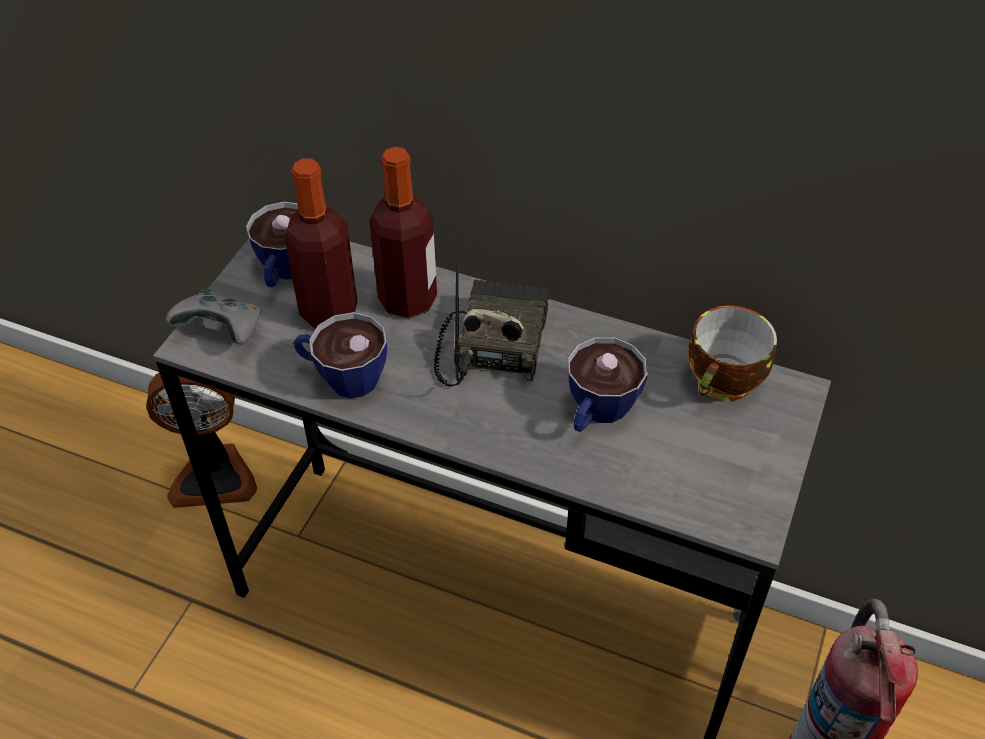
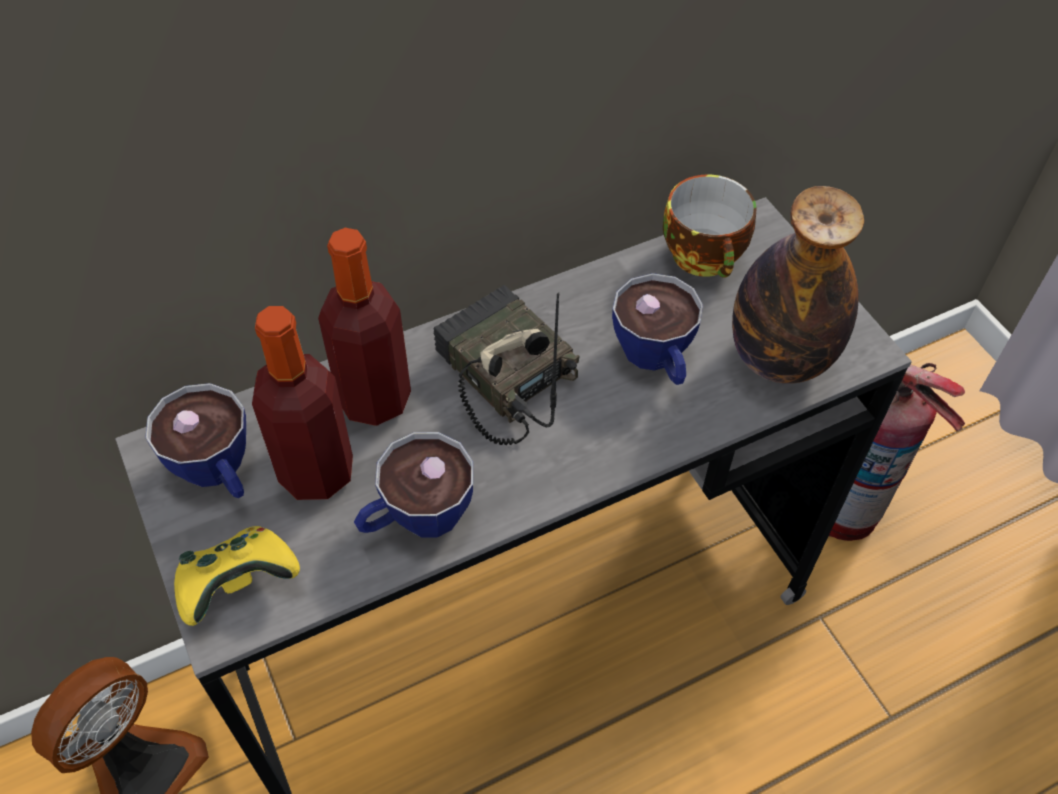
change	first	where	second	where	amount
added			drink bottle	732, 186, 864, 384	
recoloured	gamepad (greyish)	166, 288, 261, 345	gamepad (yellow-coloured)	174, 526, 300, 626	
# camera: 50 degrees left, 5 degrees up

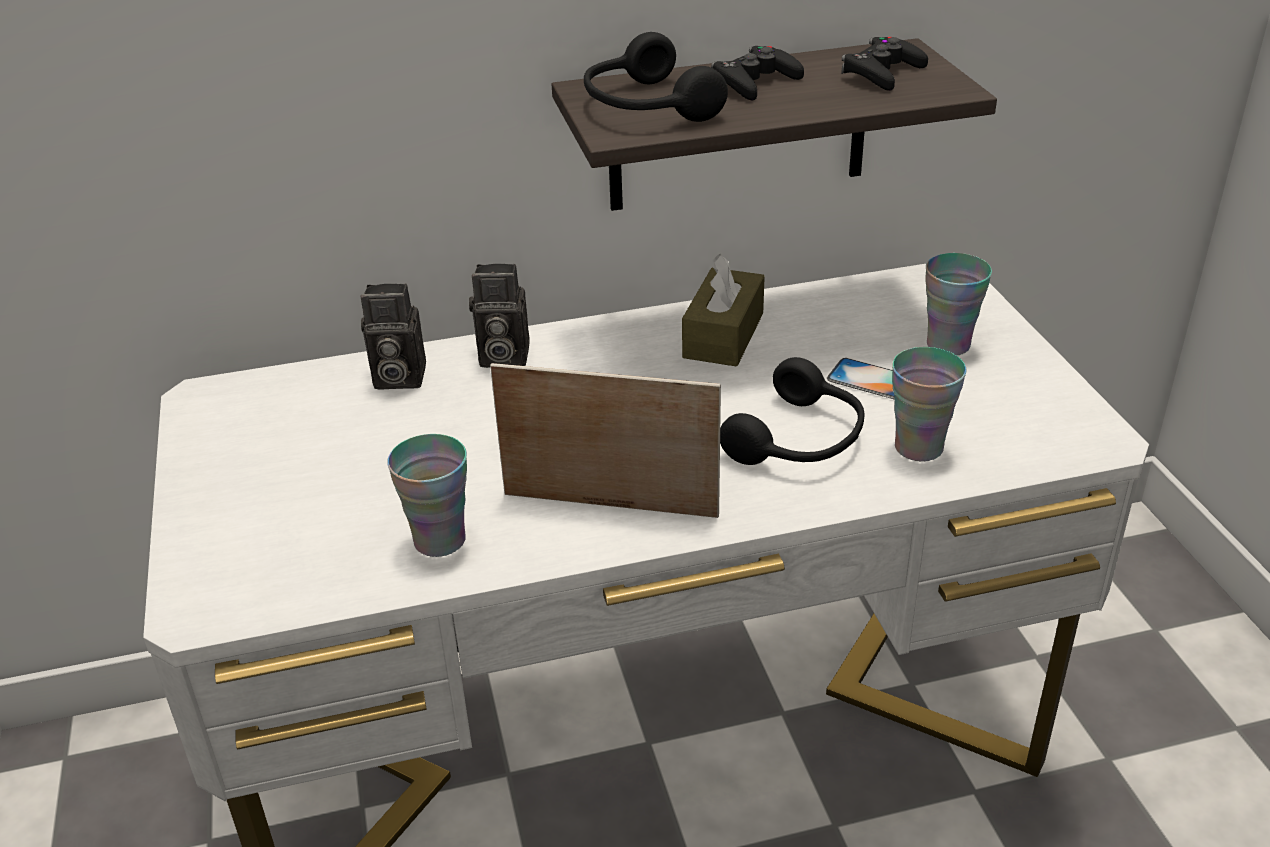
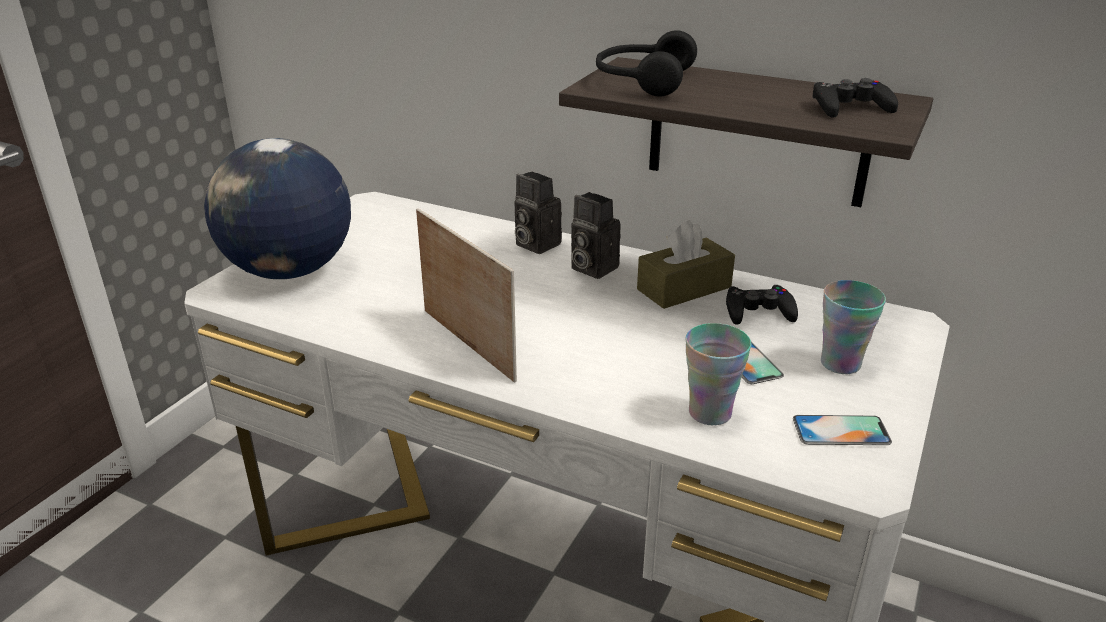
change	first	where	second	where	amount
removed	cup	387, 434, 467, 557			
removed	headphones (black)	720, 357, 864, 465			
added			desk globe	204, 138, 351, 279	
added			handset	793, 415, 892, 445	
moved	photo camera	361, 283, 426, 390		571, 192, 621, 279	
moved	gamepad (black)	711, 46, 804, 100		726, 285, 798, 325	
# camera: 40 degrees right, 5 degrees down

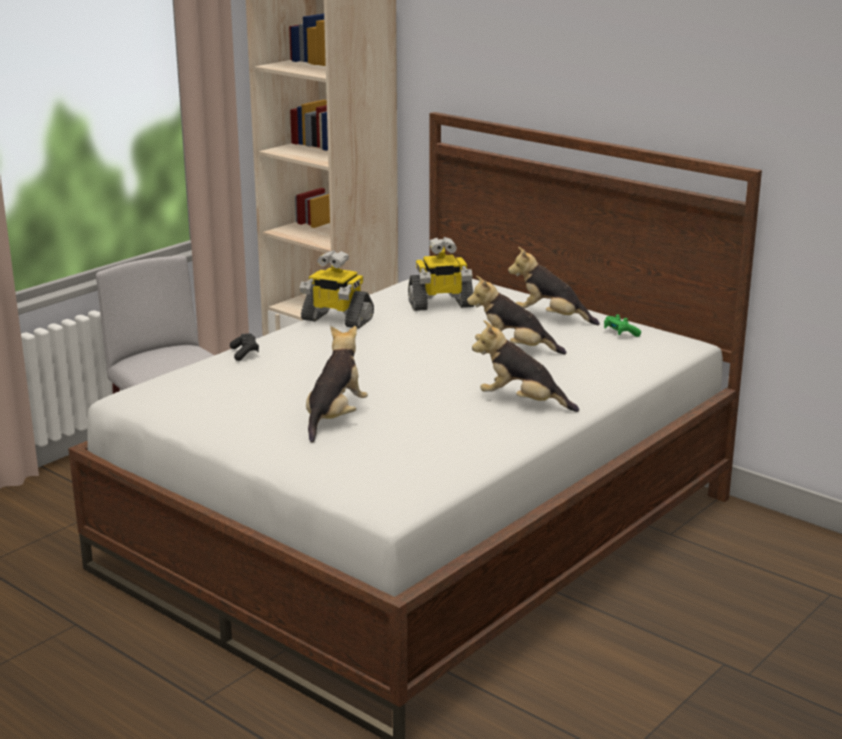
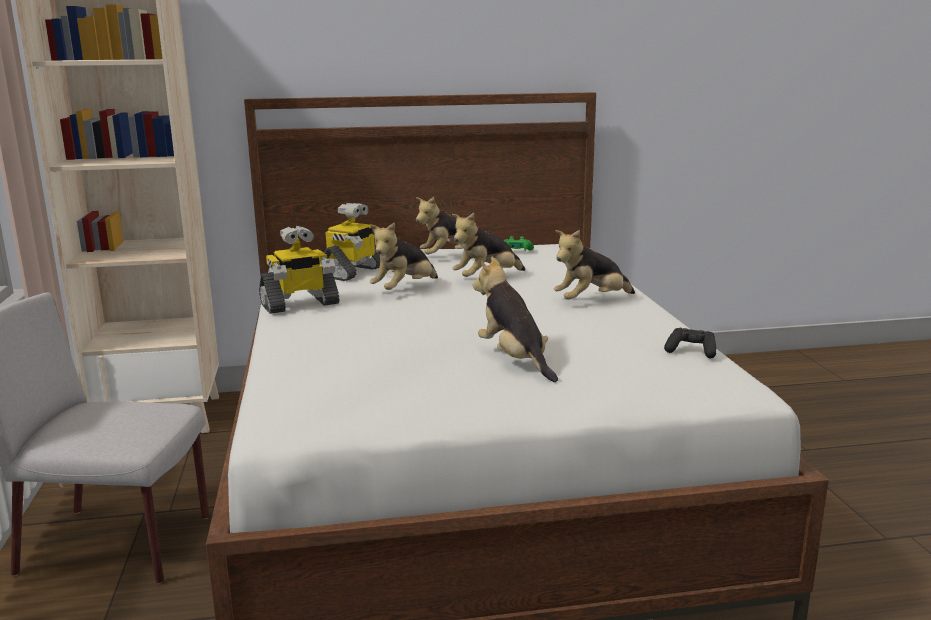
change	first	where	second	where	amount
added			cuddly toy	370, 222, 438, 290	
moved	gamepad (black)	230, 333, 259, 361		664, 328, 716, 358	
# camera: 50 degrees left, 5 degrees down

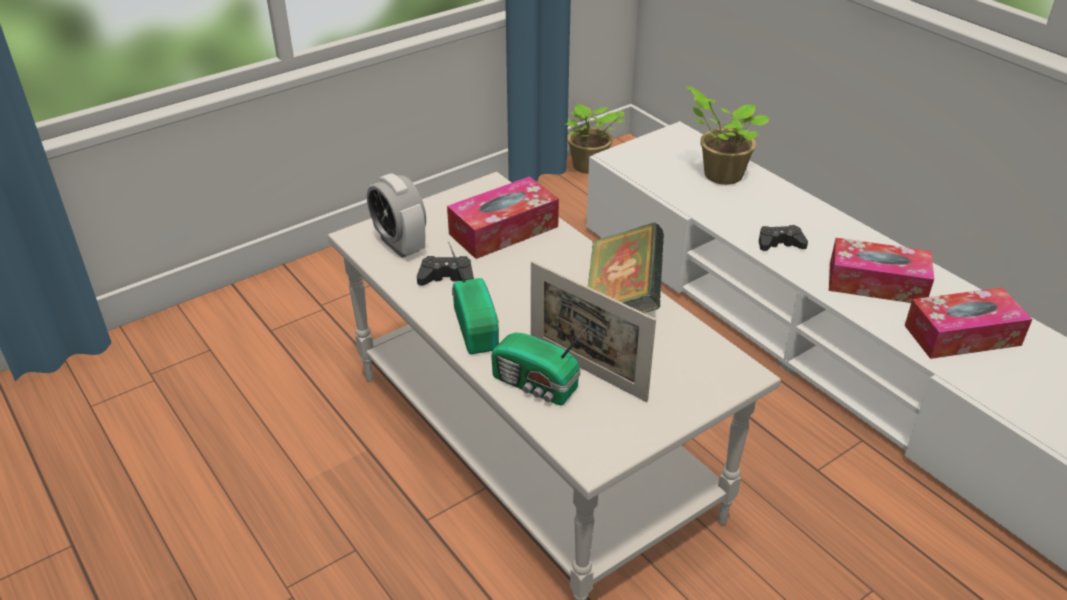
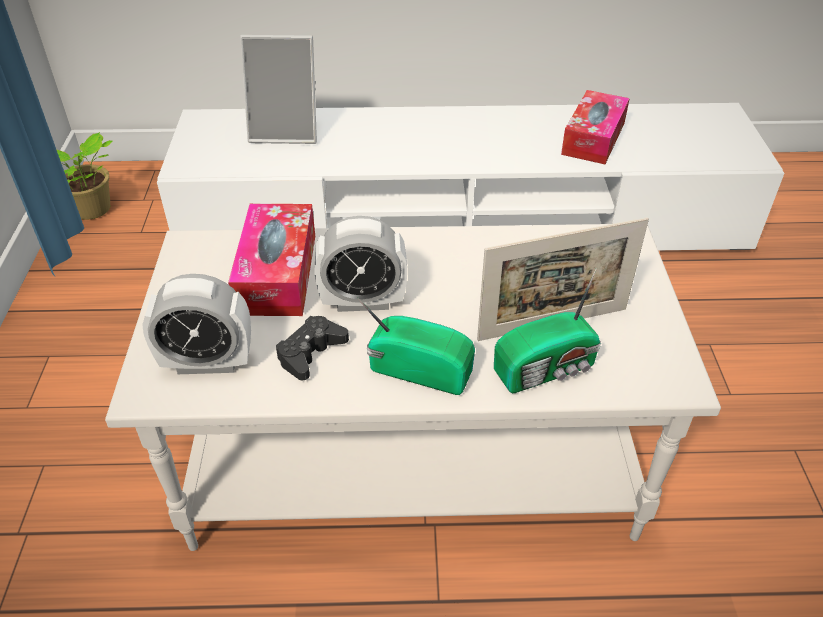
change	first	where	second	where	amount
removed	bound book	587, 223, 664, 313			
removed	gamepad (black)	759, 225, 808, 251			
removed	tissue box	829, 238, 934, 303			
added			alarm clock	314, 216, 407, 312	
replaced	potted plant	686, 86, 770, 185	photo frame	240, 35, 317, 144	
# camera: 55 degrees left, 5 degrees up

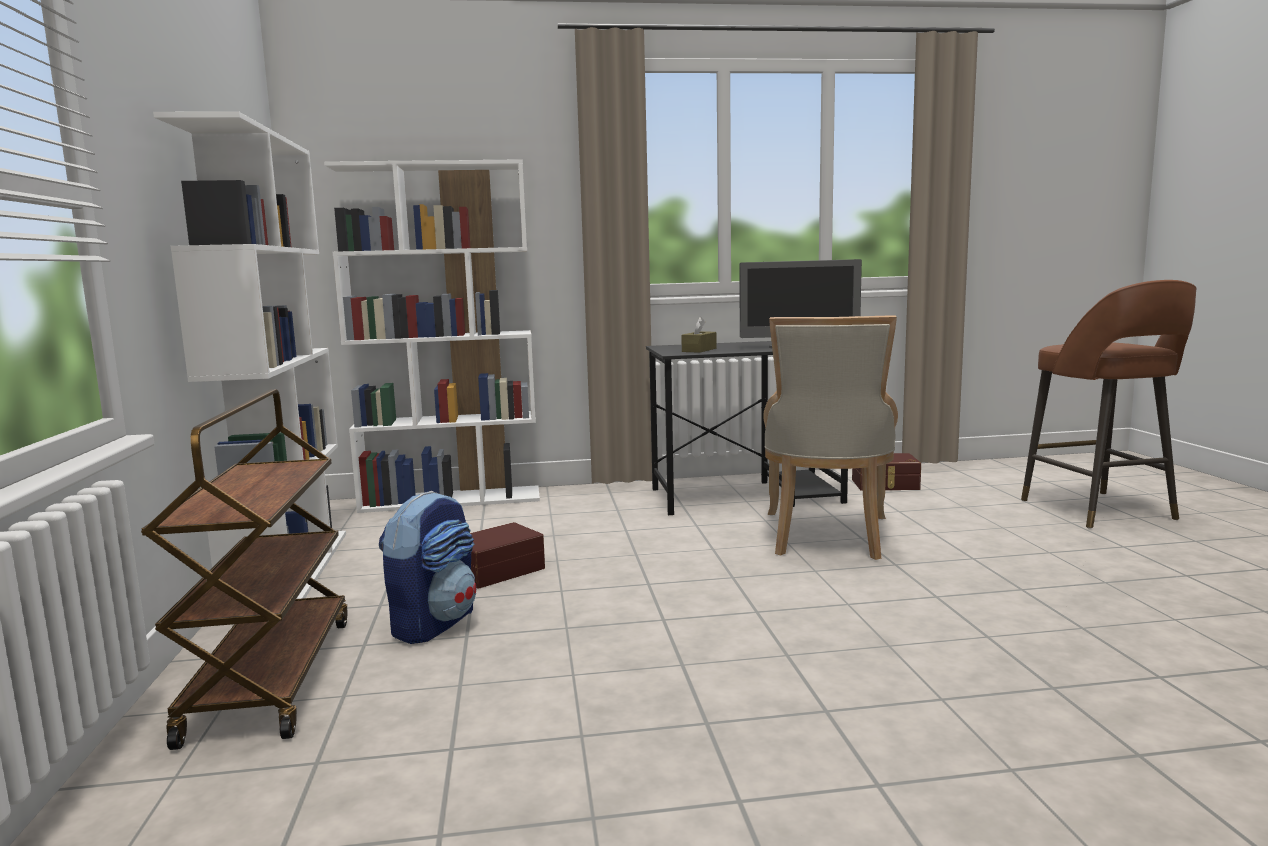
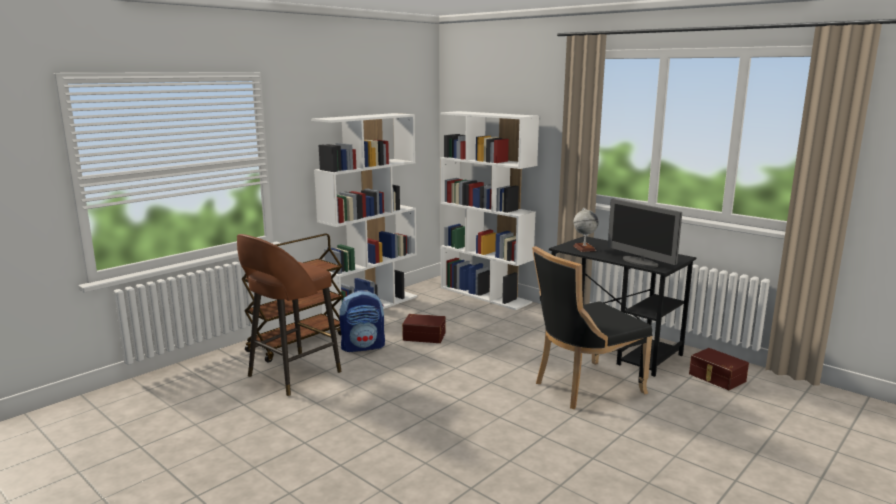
change	first	where	second	where	amount
moved	stool seat (brownish)	1021, 280, 1197, 529		237, 234, 342, 396	
replaced	tissue box (brownish)	681, 317, 717, 353	desk globe	573, 208, 599, 252	
recoloured	chair (sand-coloured)	763, 316, 898, 560	chair (black)	532, 246, 652, 409	
# camera: 50 degrees right, 5 degrees up

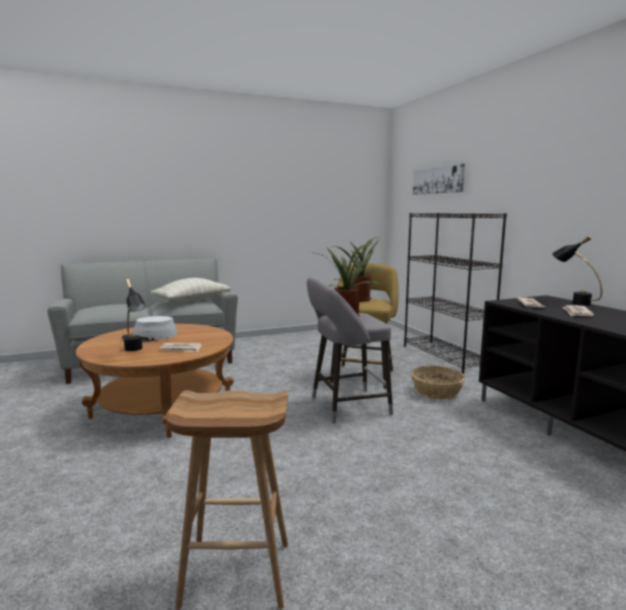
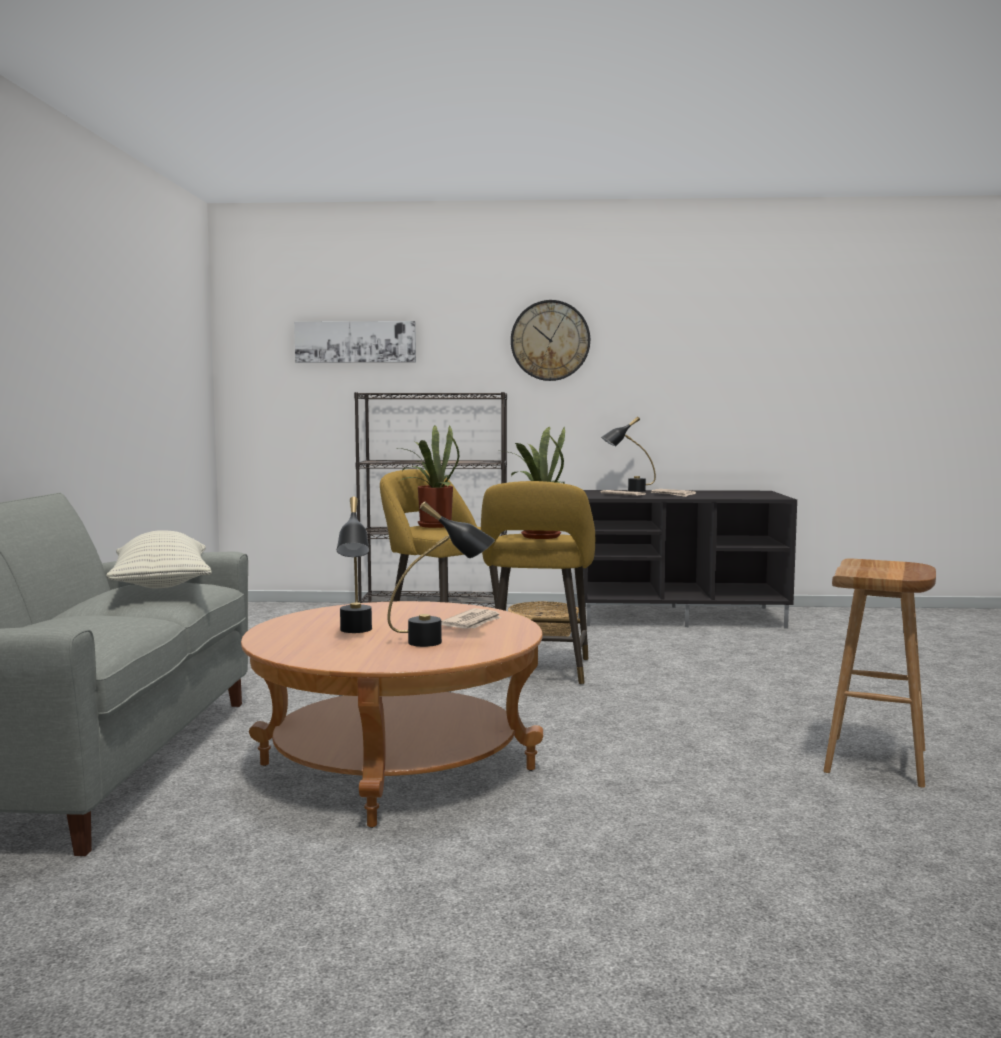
change	first	where	second	where	amount
added			hanging clock	511, 300, 590, 381	
replaced	clothing hat (greyish)	122, 316, 177, 342	lamp for a table (black)	337, 497, 372, 633	
recoloured	stool seat (greyish)	307, 278, 393, 423	stool seat (yellow-coloured)	481, 481, 595, 685	
# camera: 65 degrees left, 5 degrees down

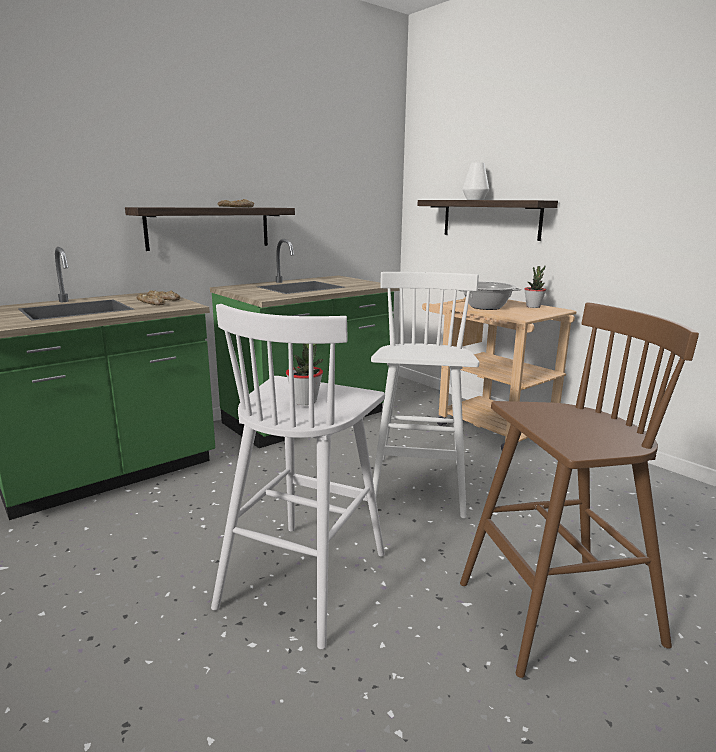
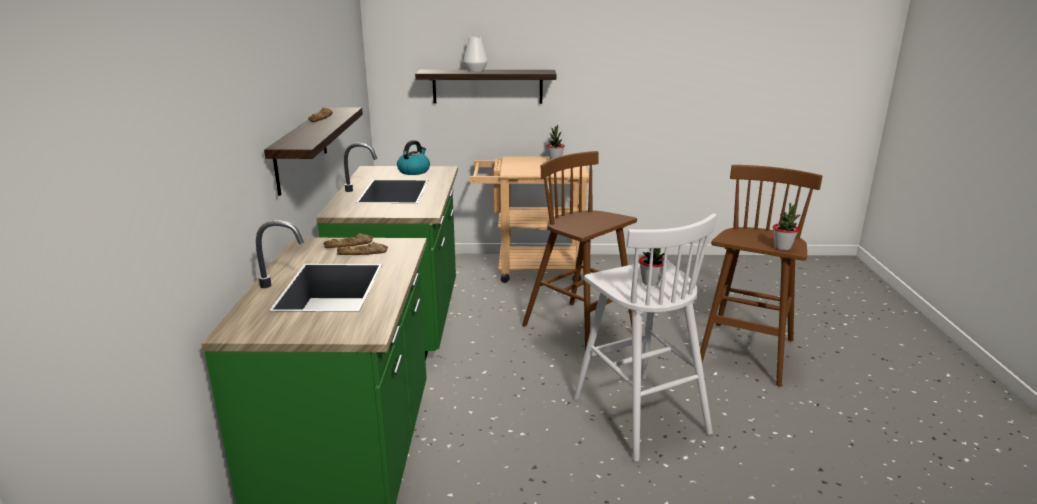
change	first	where	second	where	amount
removed	saucepot	458, 281, 521, 310			
added			tea kettle	397, 140, 430, 175	
added			potted plant	773, 203, 800, 250	
recoloured	stool seat (white)	371, 272, 479, 519	stool seat (brownish)	522, 151, 637, 350	
# camera: 50 degrees left, 5 degrees up

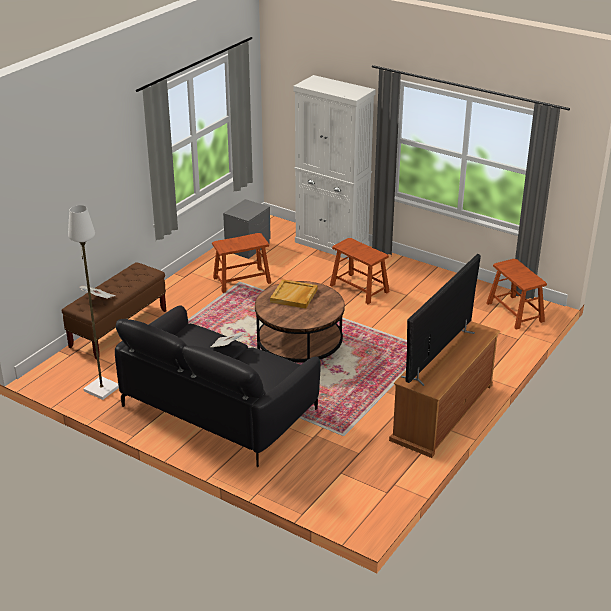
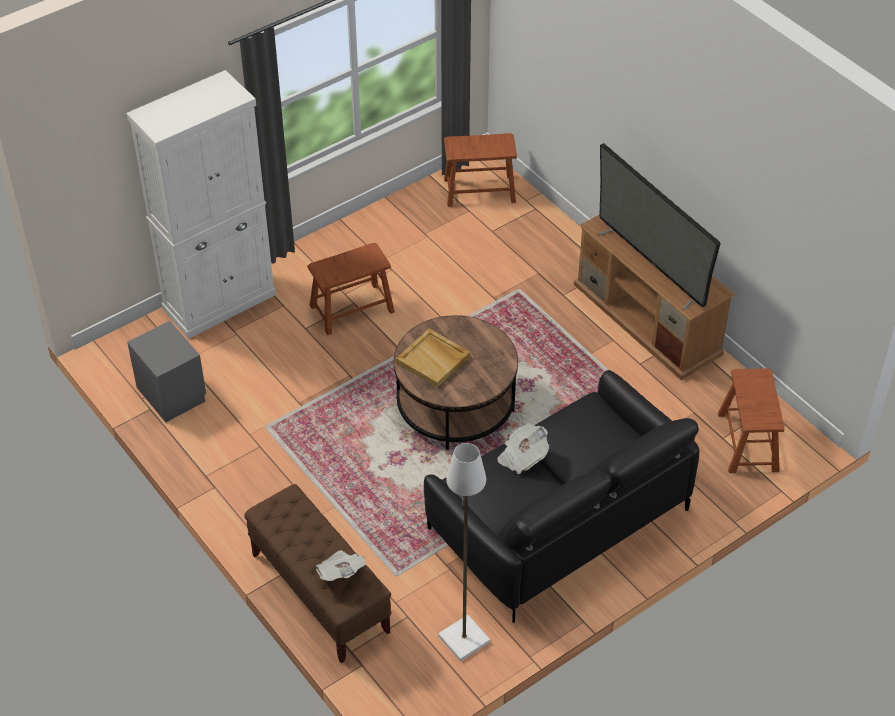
change	first	where	second	where	amount
moved	stool seat (brownish)	212, 233, 271, 293		718, 368, 785, 473	
# camera: 70 degrees left, 15 degrees up

